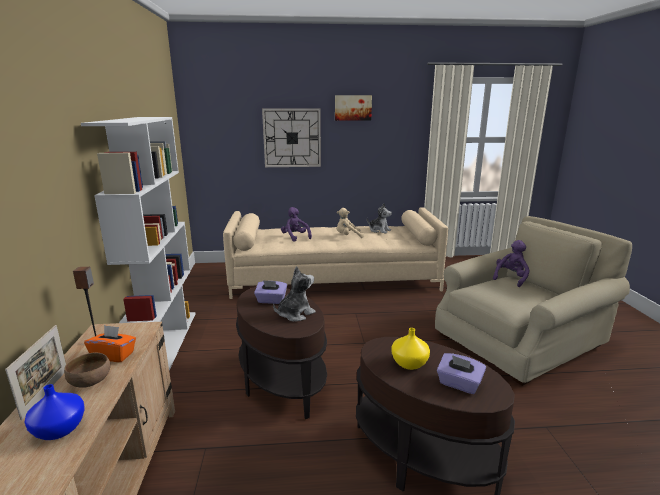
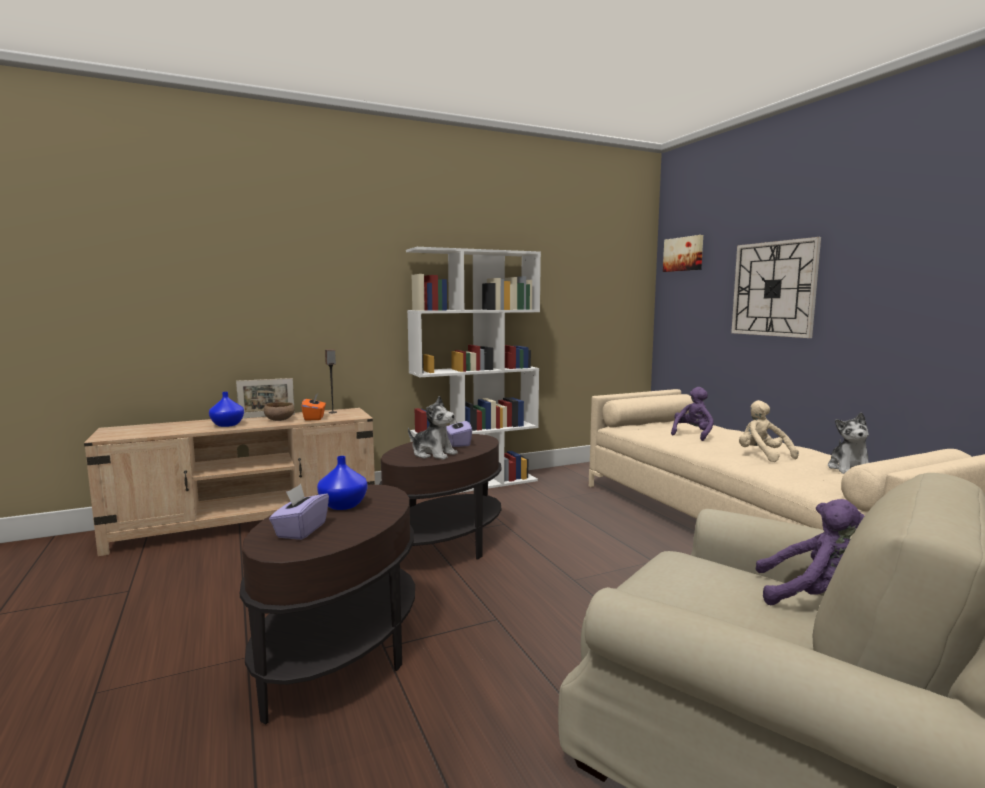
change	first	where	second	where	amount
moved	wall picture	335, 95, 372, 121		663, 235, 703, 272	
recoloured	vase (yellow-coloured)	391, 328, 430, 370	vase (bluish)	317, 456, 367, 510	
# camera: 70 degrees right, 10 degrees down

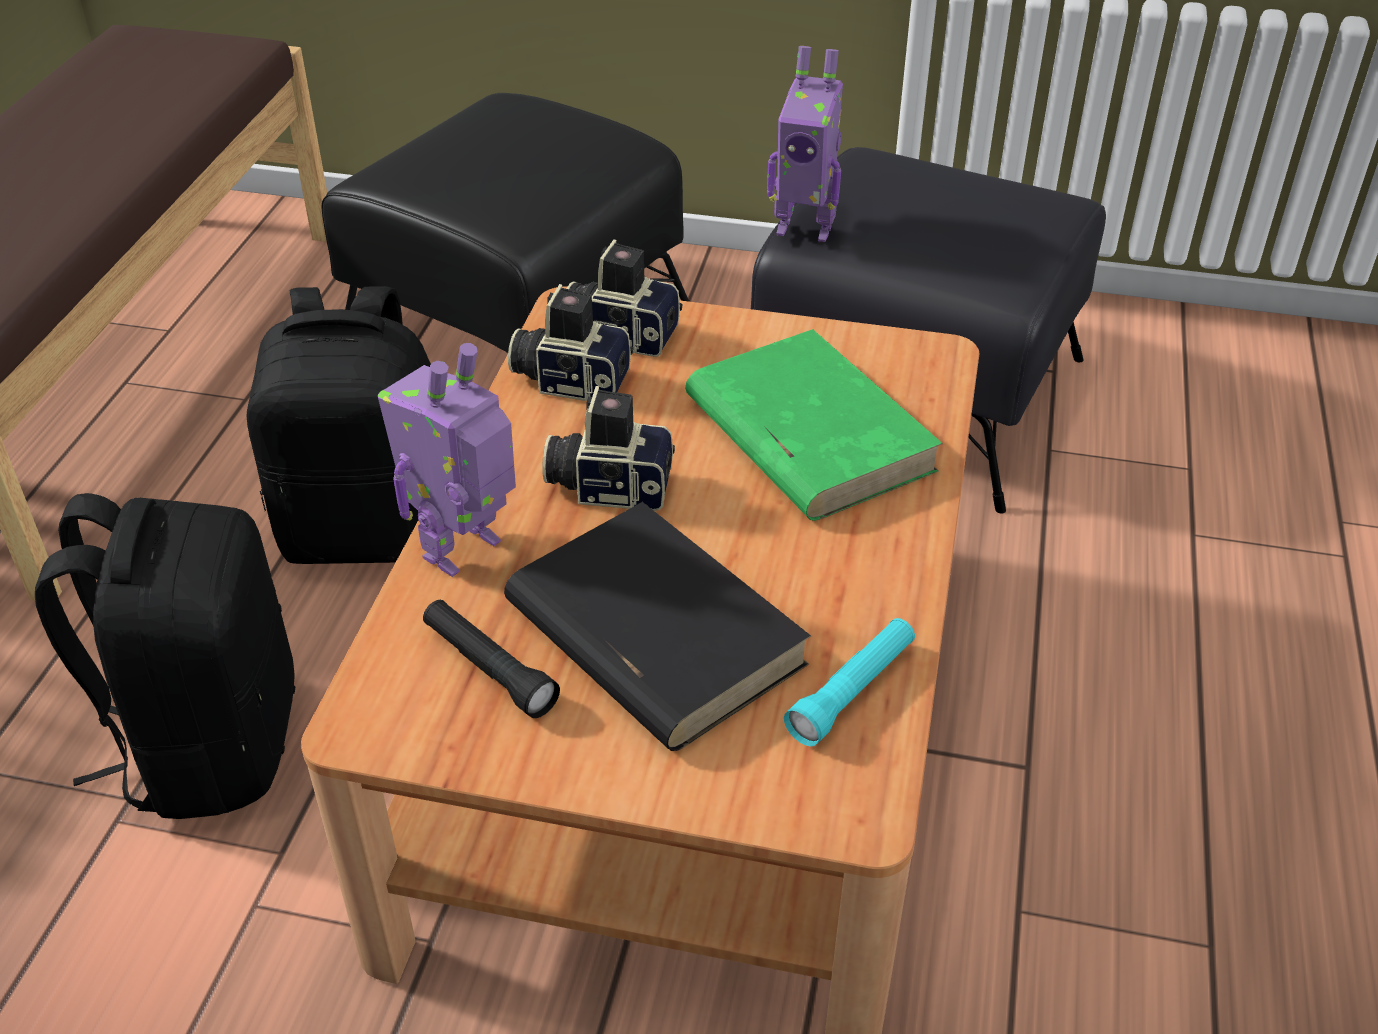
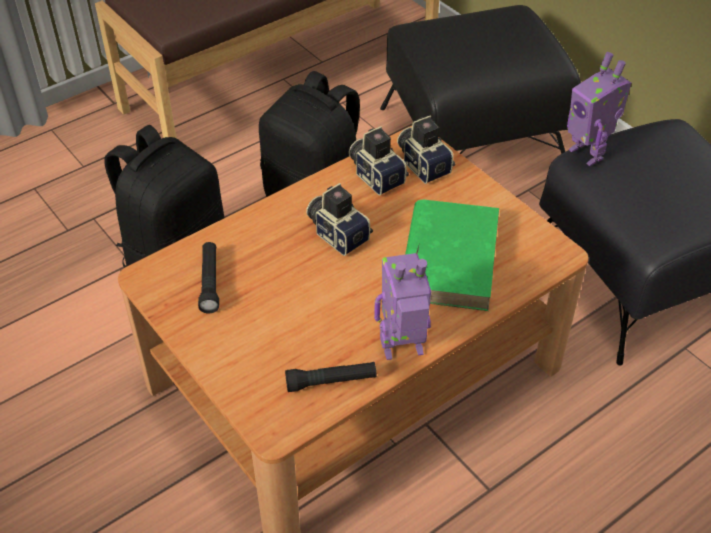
change	first	where	second	where	amount
removed	bound book (black)	504, 502, 811, 751			
moved	model robot	378, 343, 516, 577		374, 253, 431, 360	
recoloured	torch (turquoise-coloured)	784, 618, 915, 746	torch (black)	285, 362, 377, 392	
# camera: 40 degrees right, 5 degrees up

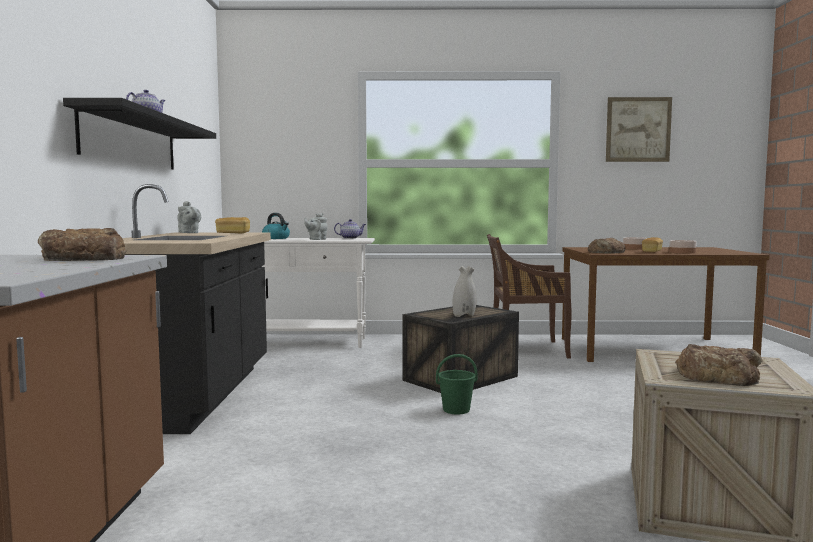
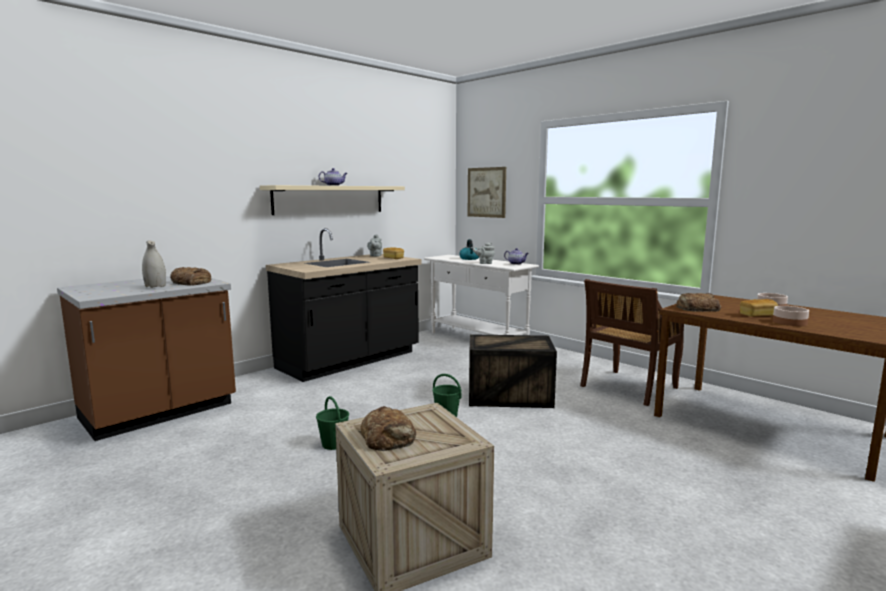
change	first	where	second	where	amount
added			water bucket (green-coloured)	316, 396, 349, 450	
moved	vase (white)	453, 266, 476, 317		142, 240, 166, 288	
moved	wall picture	606, 97, 672, 162		468, 167, 506, 218	
recoloured	wall shelf (black)	63, 98, 216, 169	wall shelf (sand-coloured)	260, 185, 405, 215	
turned	chair (brownish)	487, 234, 572, 358		580, 279, 684, 406	90 degrees counterclockwise
# camera: 45 degrees right, 5 degrees up

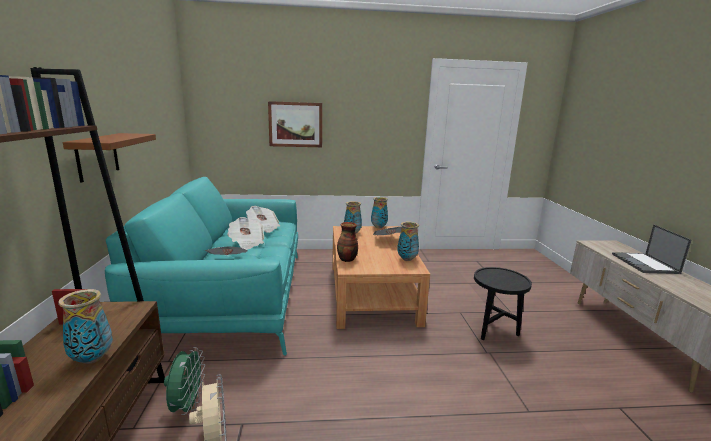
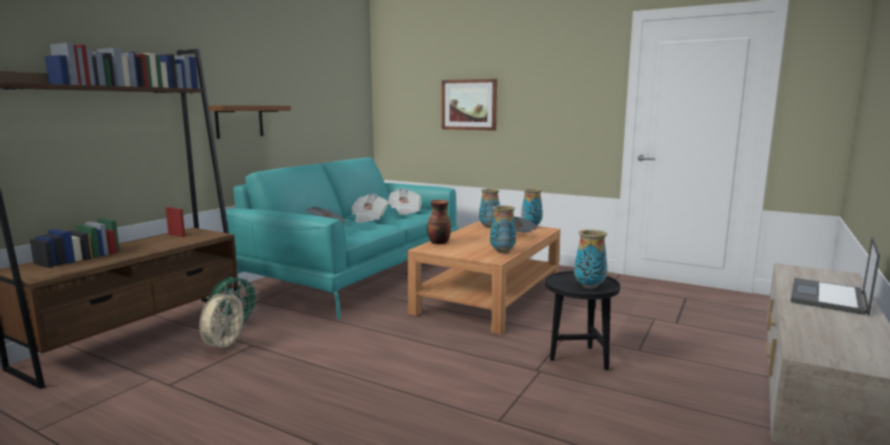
change	first	where	second	where	amount
moved	vase	59, 289, 113, 364		574, 229, 607, 289	
# camera: 35 degrees right, 5 degrees down

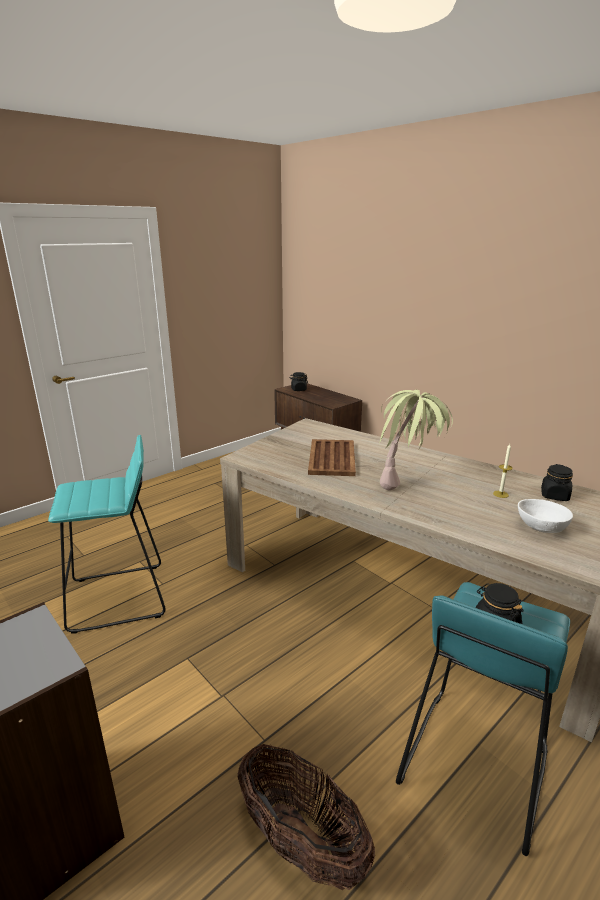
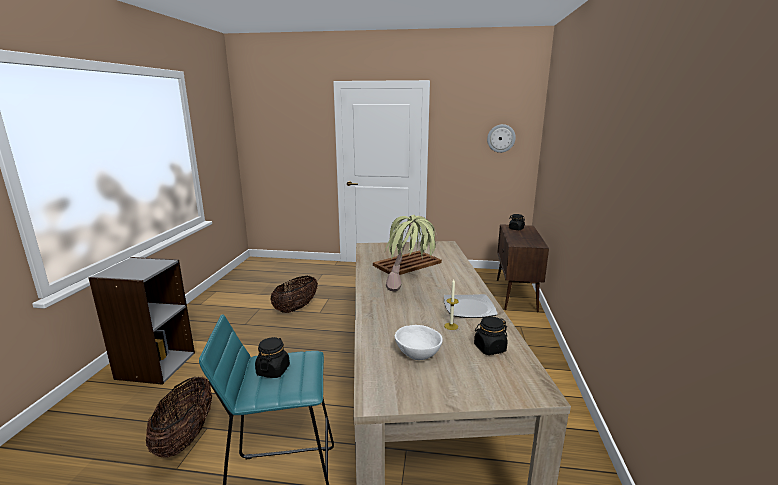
change	first	where	second	where	amount
added			dinner plate	444, 294, 498, 318	
added			hanging clock	487, 124, 516, 153	
replaced	stool seat (turquoise-coloured)	48, 435, 166, 634	storage basket	270, 276, 318, 313	
# camera: 50 degrees right, 5 degrees down

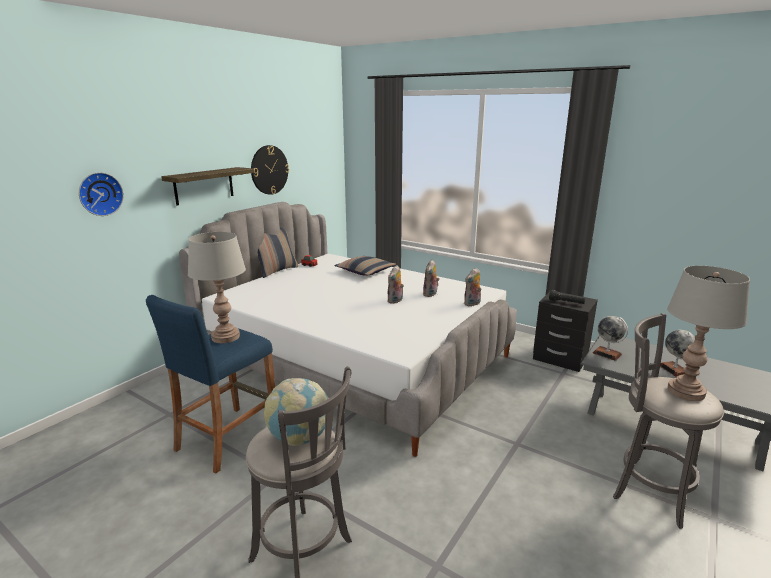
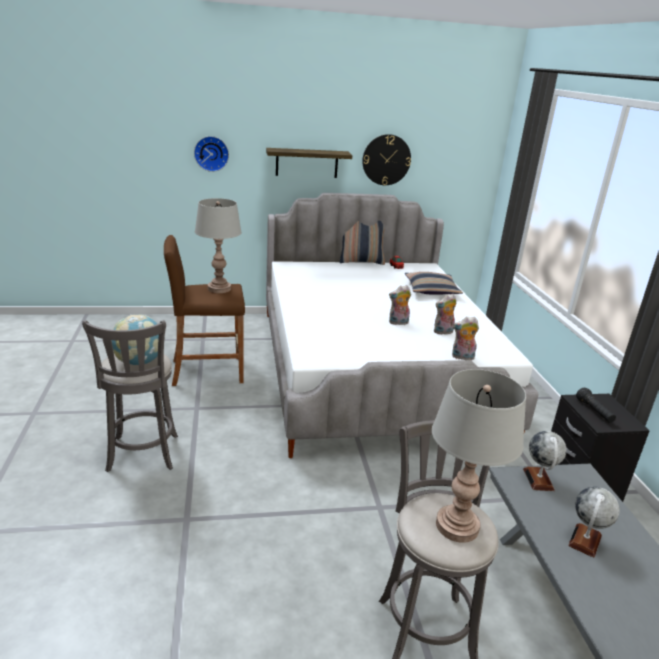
change	first	where	second	where	amount
recoloured	stool seat (bluish)	146, 295, 275, 473	stool seat (brownish)	164, 235, 245, 386	
# camera: 45 degrees right, 5 degrees up

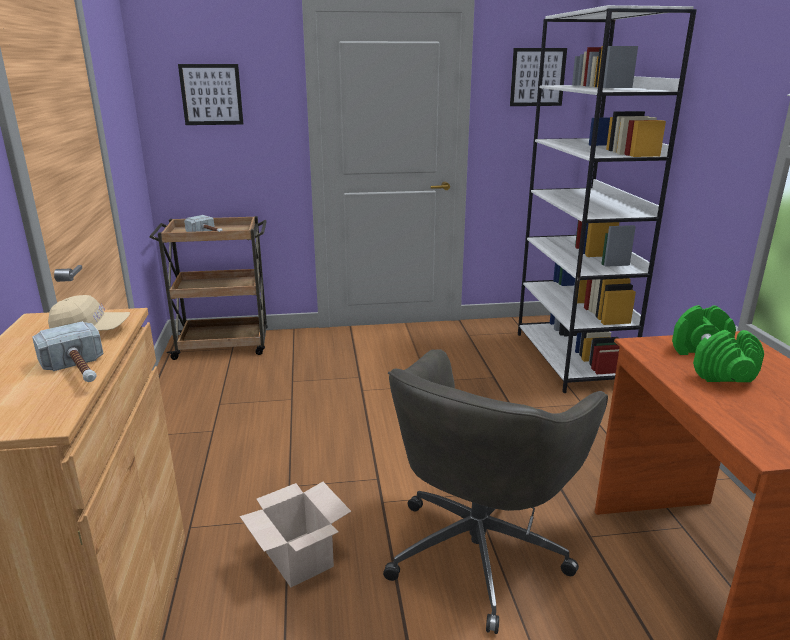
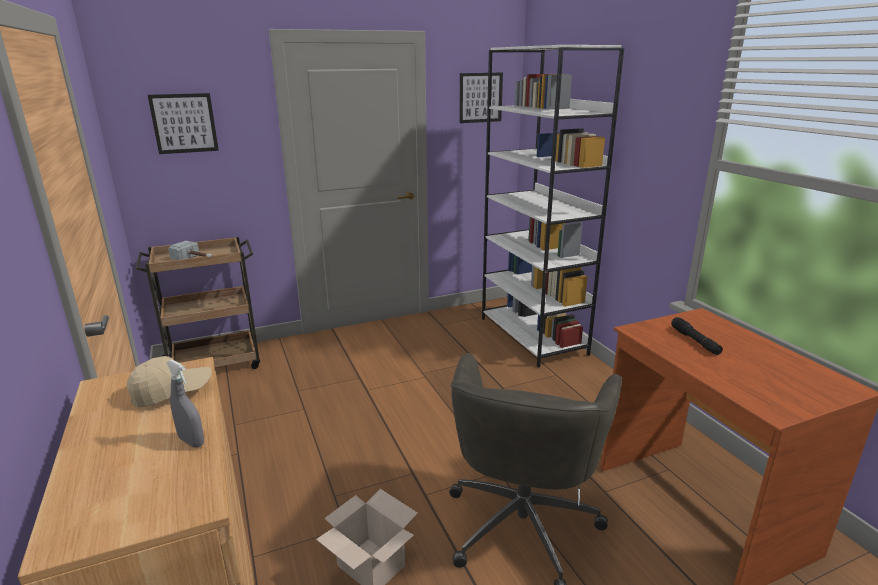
change	first	where	second	where	amount
replaced	tool hammer	32, 321, 103, 382	sprayer (greyish)	166, 360, 204, 448	
replaced	dumbbell (green-coloured)	672, 305, 764, 382	torch (black)	671, 317, 723, 355	
# camera: 15 degrees left, 0 degrees up

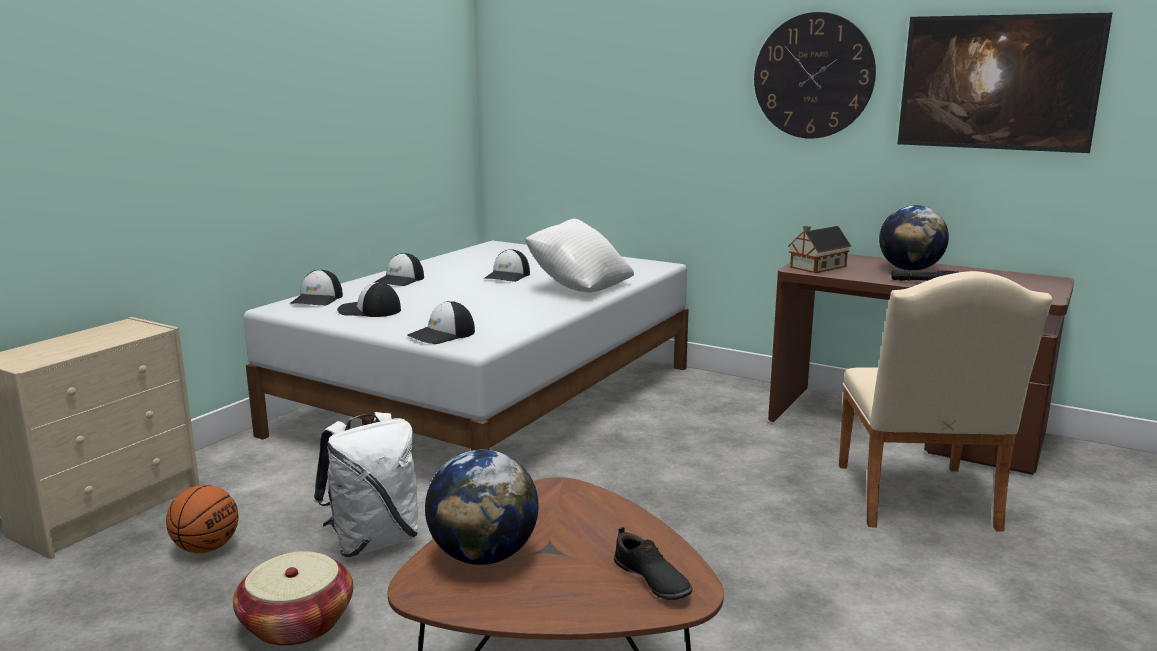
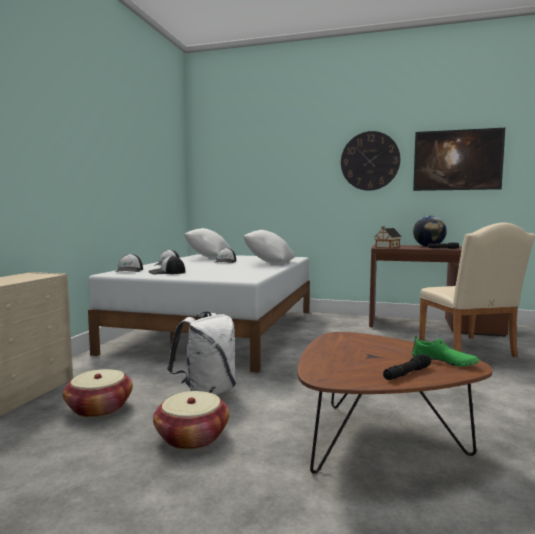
change	first	where	second	where	amount
removed	peaked cap	408, 301, 475, 344			
removed	desk globe	425, 450, 539, 565			
added			pillow (white)	184, 228, 232, 259	
added			torch (black)	383, 354, 431, 380	
replaced	ball for basketball	166, 485, 238, 553	storage basket	63, 369, 133, 418	
recoloured	shoe (black)	614, 527, 693, 600	shoe (green-coloured)	412, 336, 479, 366	
# camera: 15 degrees left, 10 degrees down

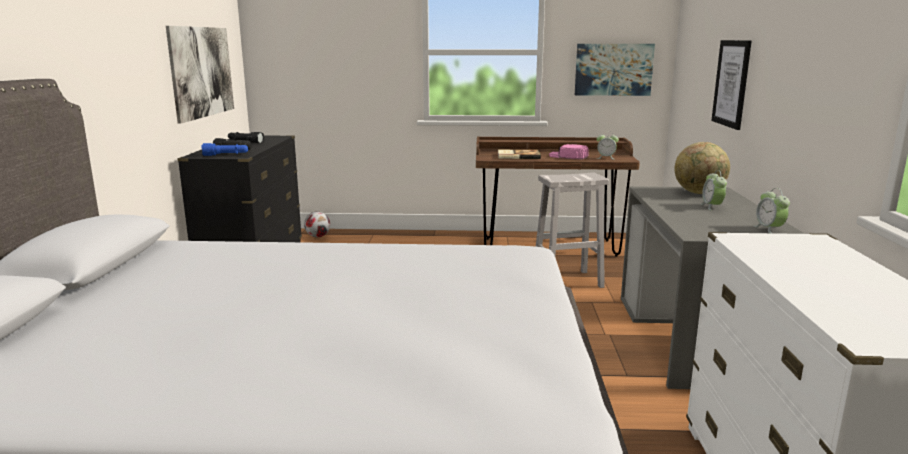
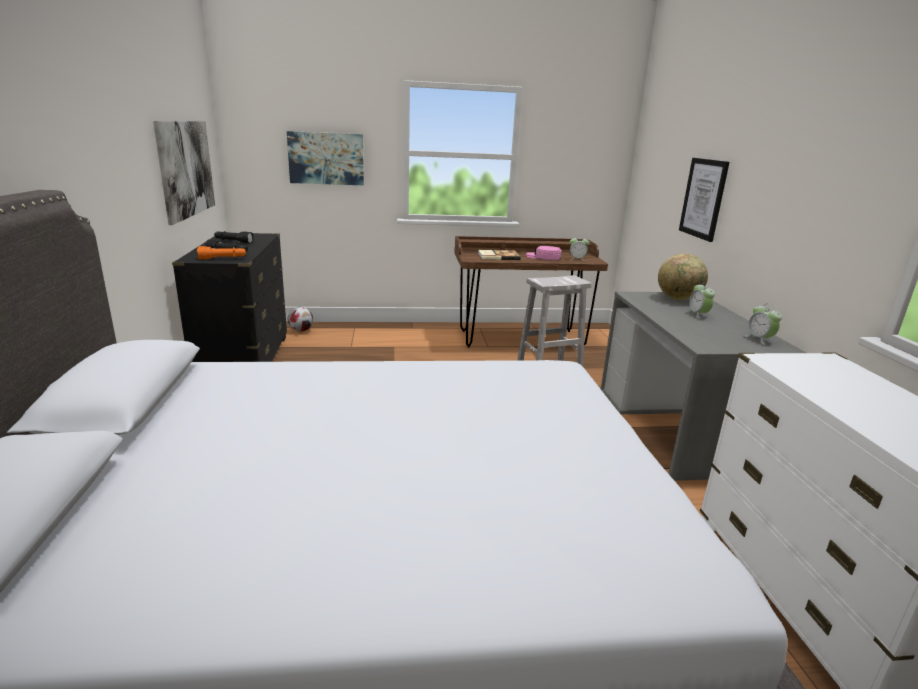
change	first	where	second	where	amount
moved	wall picture	575, 44, 655, 96		287, 131, 364, 185	
recoloured	torch (bluish)	201, 143, 248, 156	torch (orange)	197, 246, 246, 259	
# camera: 10 degrees left, 5 degrees up

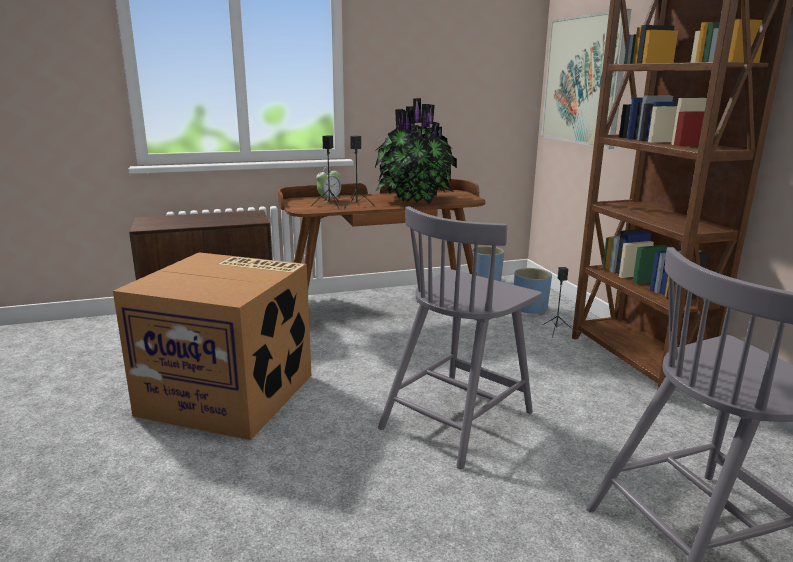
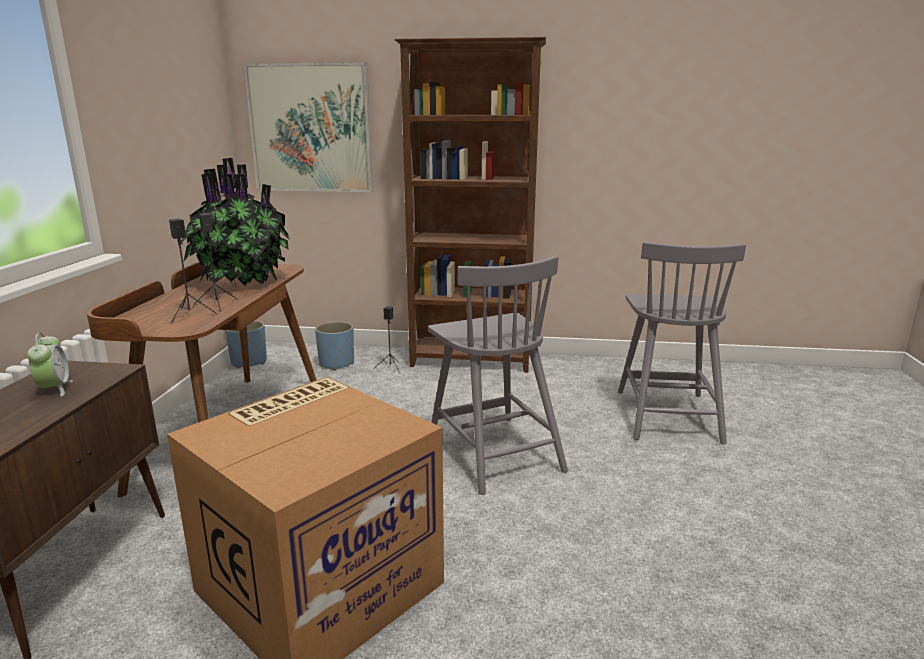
change	first	where	second	where	amount
moved	alarm clock	316, 167, 342, 203		27, 333, 73, 396	
# camera: 65 degrees left, 0 degrees up

